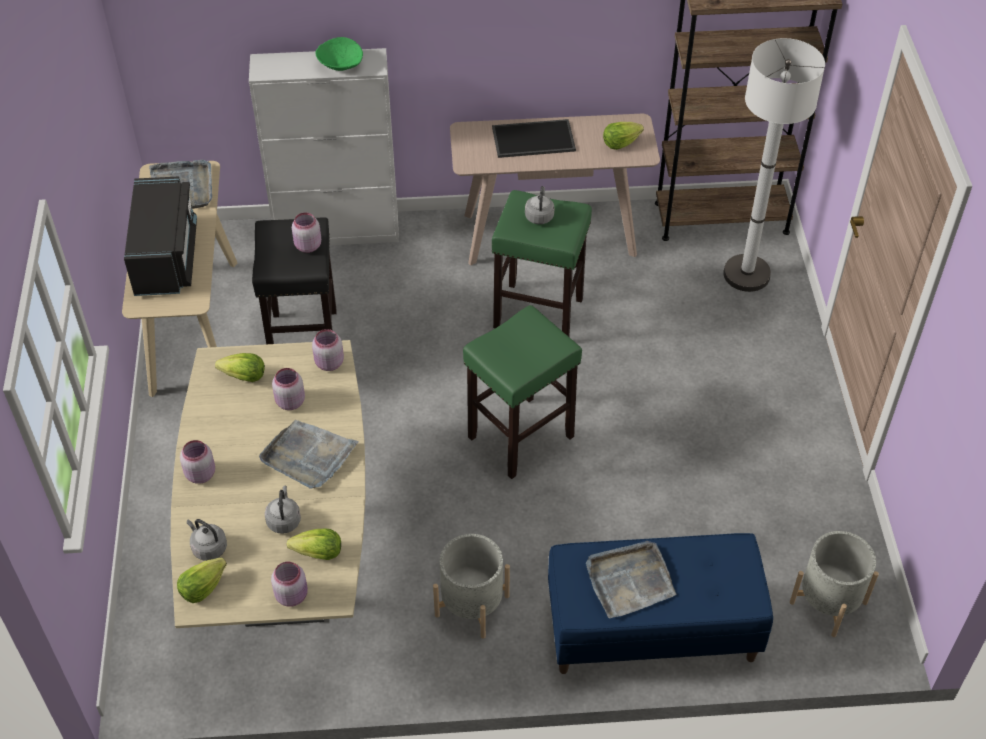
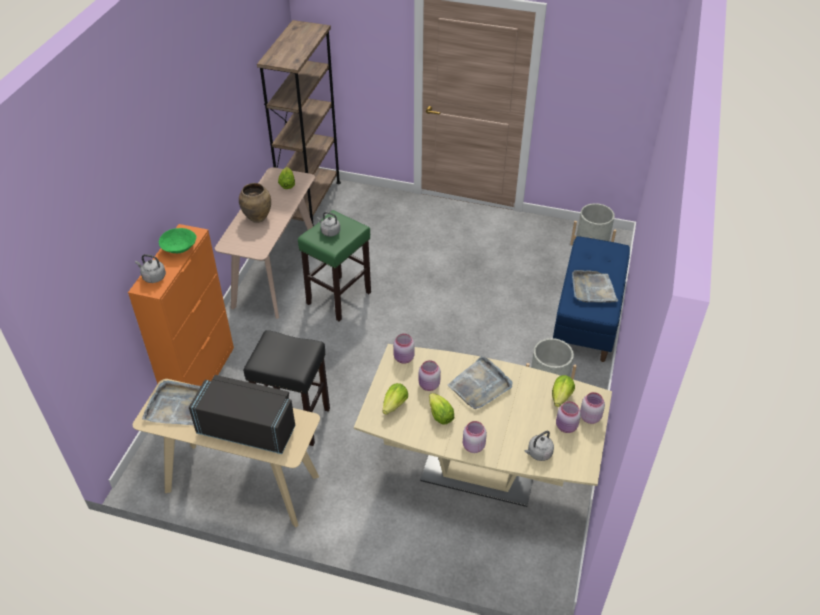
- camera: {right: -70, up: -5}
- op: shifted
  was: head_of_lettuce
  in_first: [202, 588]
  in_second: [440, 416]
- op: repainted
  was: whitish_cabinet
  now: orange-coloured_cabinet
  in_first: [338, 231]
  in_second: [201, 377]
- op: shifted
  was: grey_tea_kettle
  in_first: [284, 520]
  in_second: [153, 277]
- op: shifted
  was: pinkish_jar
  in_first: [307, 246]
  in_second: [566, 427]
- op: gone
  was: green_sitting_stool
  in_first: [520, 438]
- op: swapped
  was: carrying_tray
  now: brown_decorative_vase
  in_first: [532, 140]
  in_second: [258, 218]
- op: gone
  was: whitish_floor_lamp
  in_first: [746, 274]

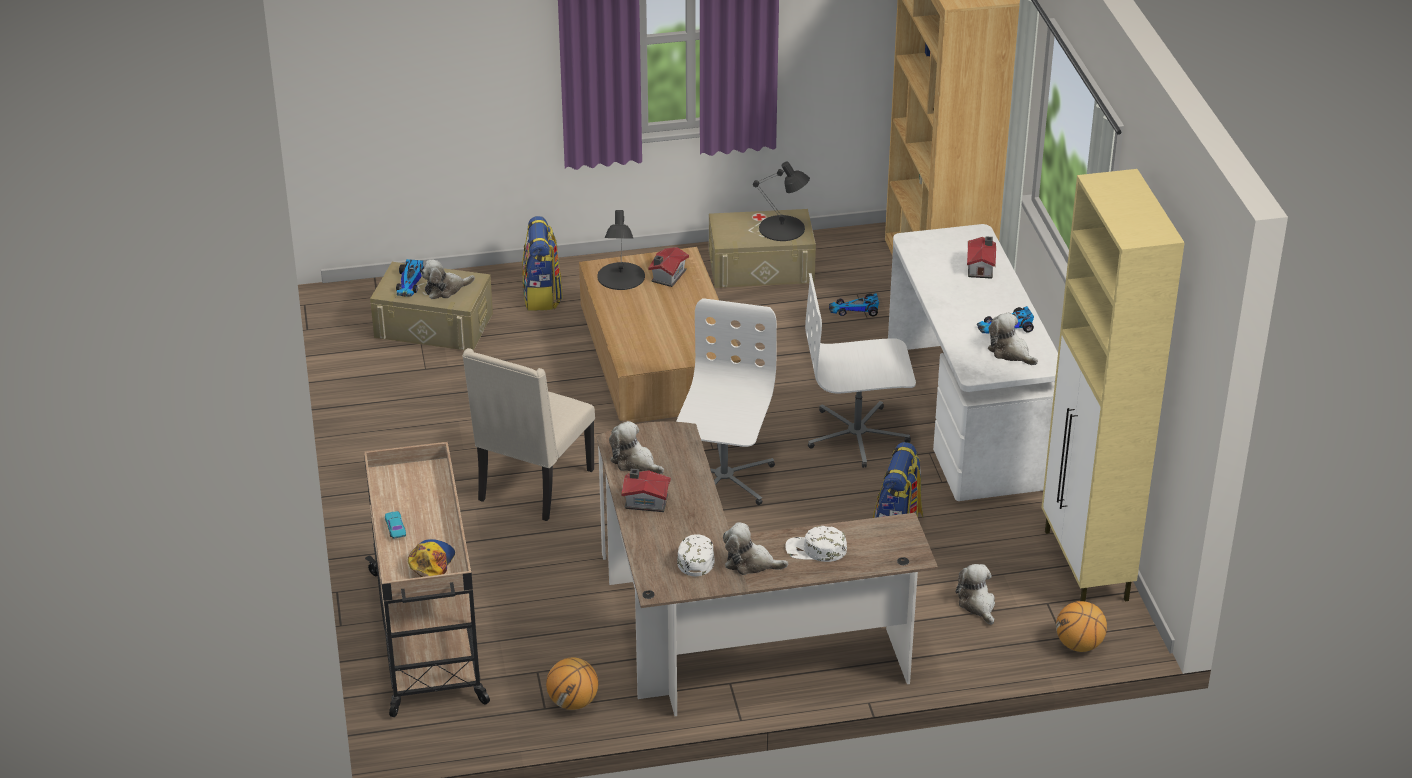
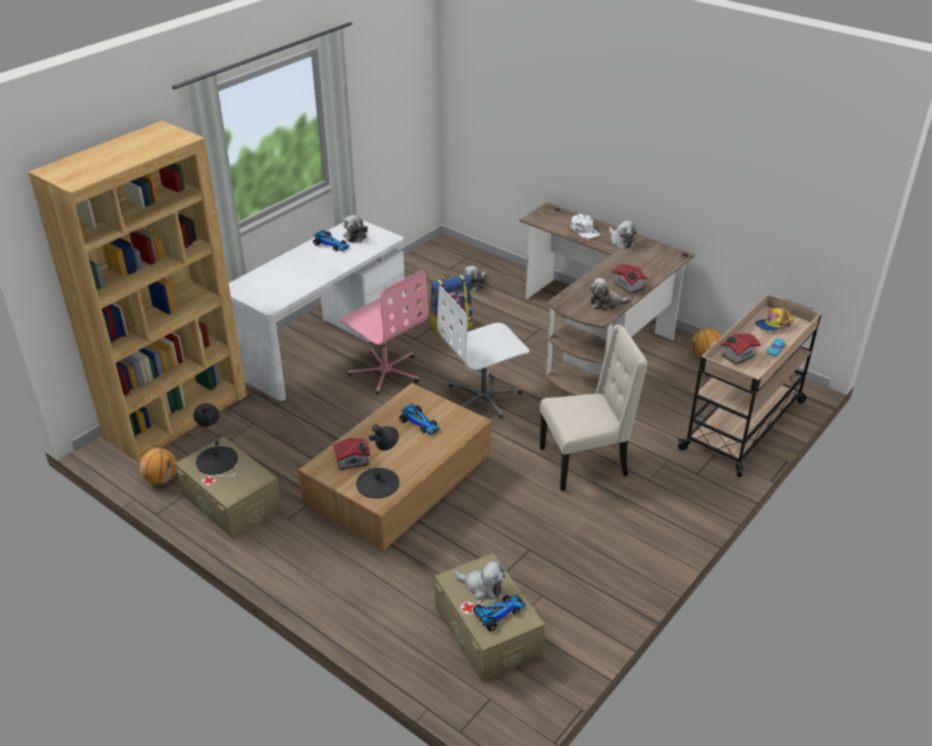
- camera: {right: -130, up: 0}
- op: gone
  was: rucksack
  in_first: [542, 296]
- op: rotated
  was: soft_toy
  in_first: [634, 462]
  in_second: [606, 304]
  clockwise: 90
- op: gone
  was: whitish_baseball_cap
  in_first: [695, 557]
- op: repainted
  was: whitish_desk_chair
  now: pinkish_desk_chair
  in_first: [857, 435]
  in_second: [386, 372]
- op: shifted
  was: toy_car
  in_first: [855, 309]
  in_second: [420, 423]
- op: shifted
  was: miniature_house
  in_first: [981, 267]
  in_second: [737, 355]
- op: gone
  was: beige-coloured_cabinet
  in_first: [1086, 566]
- op: shifted
  was: basketball
  in_first: [1079, 645]
  in_second: [161, 479]

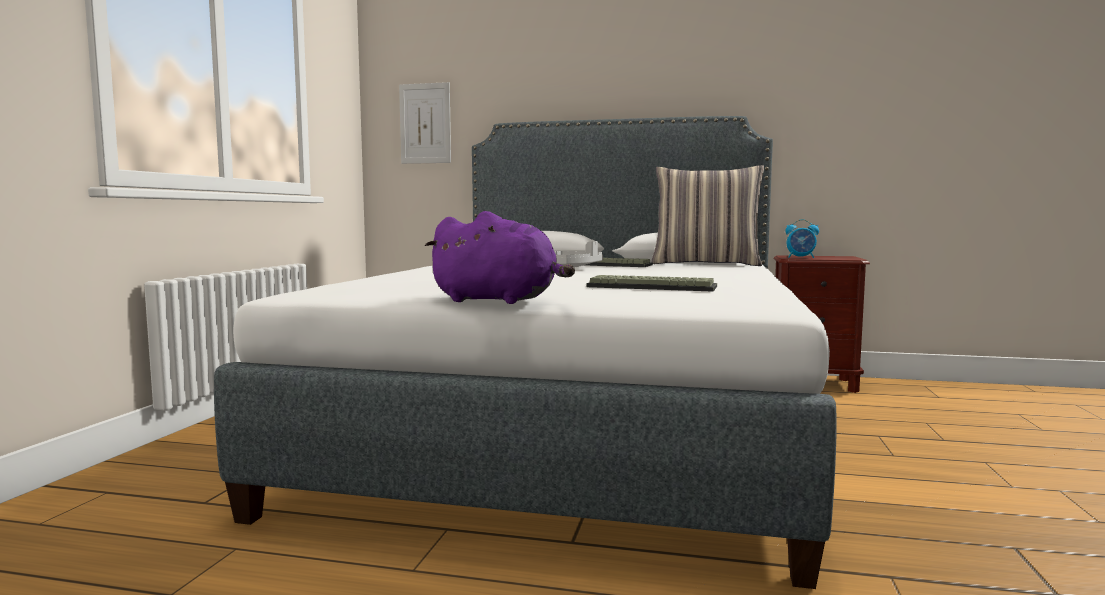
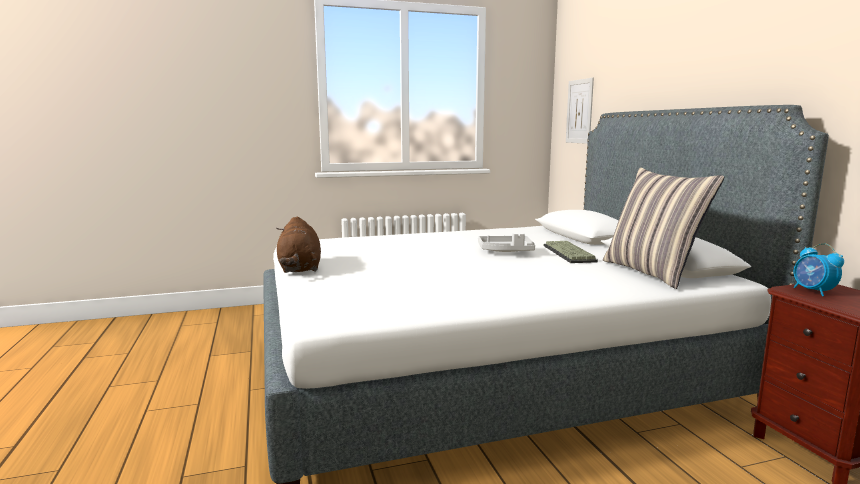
- camera: {right: 60, up: 5}
- op: repainted
  was: purple_soft_toy
  now: brown_soft_toy
  in_first: [499, 300]
  in_second: [300, 269]
- op: gone
  was: PC_keyboard
  in_first: [653, 286]

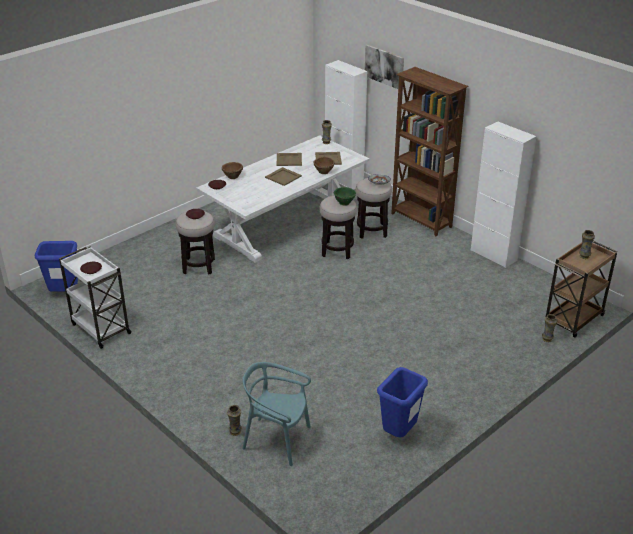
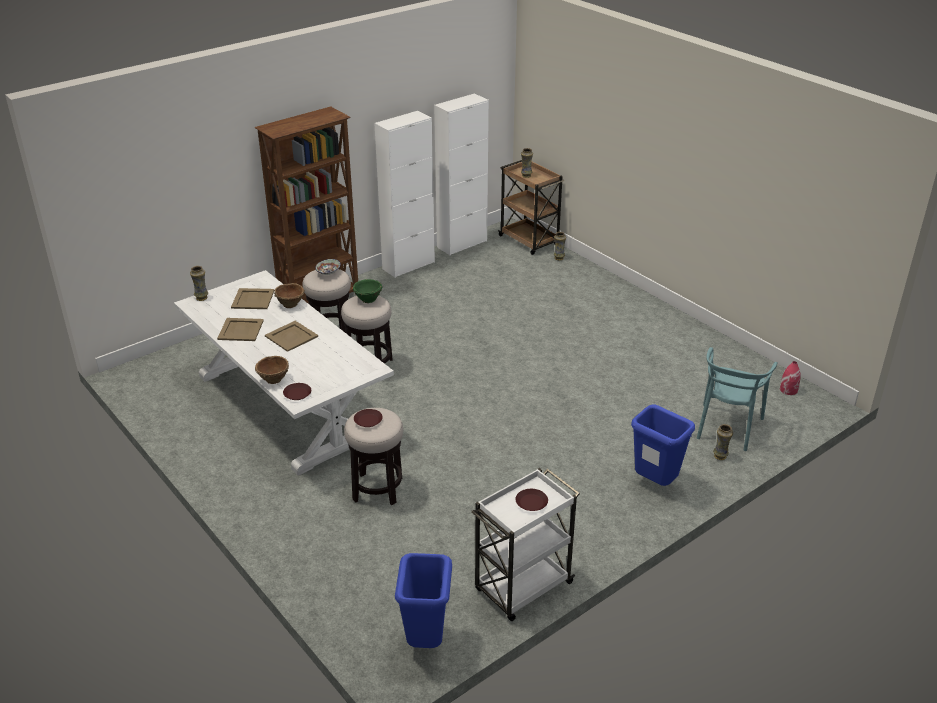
- camera: {right: -85, up: 0}
- op: shifted
  was: whitish_cabinet
  in_first: [343, 180]
  in_second: [462, 244]
- op: gone
  was: picture
  in_first: [384, 66]
- op: shifted
  was: blue-coloured_waste_bin
  in_first: [398, 434]
  in_second: [655, 484]
- op: new
  now: reddish_decorative_vase
  in_second: [788, 390]

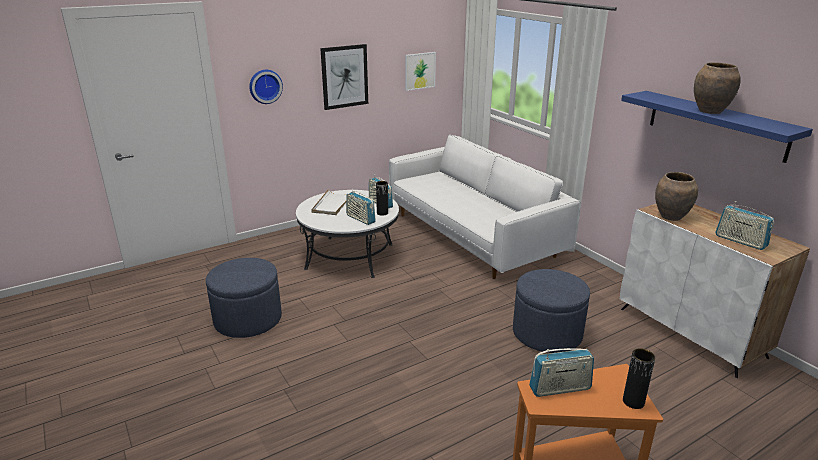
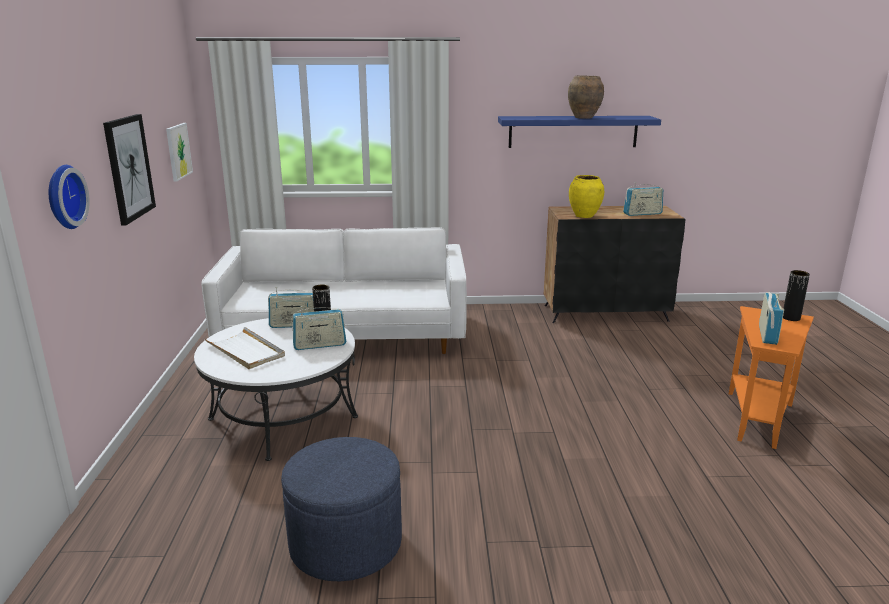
- camera: {right: -60, up: -5}
- op: gone
  was: blue-coloured_footrest
  in_first: [547, 333]
- op: repainted
  was: whitish_cabinet
  now: black_cabinet
  in_first: [691, 332]
  in_second: [605, 313]
- op: repainted
  was: brown_decorative_vase
  now: yellow-coloured_decorative_vase
  in_first: [671, 217]
  in_second: [584, 216]

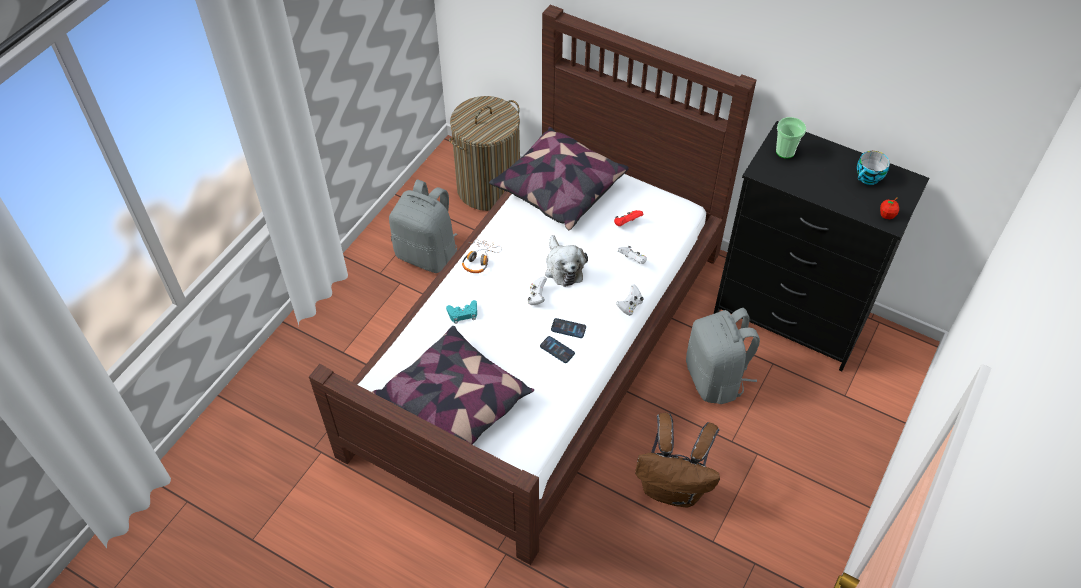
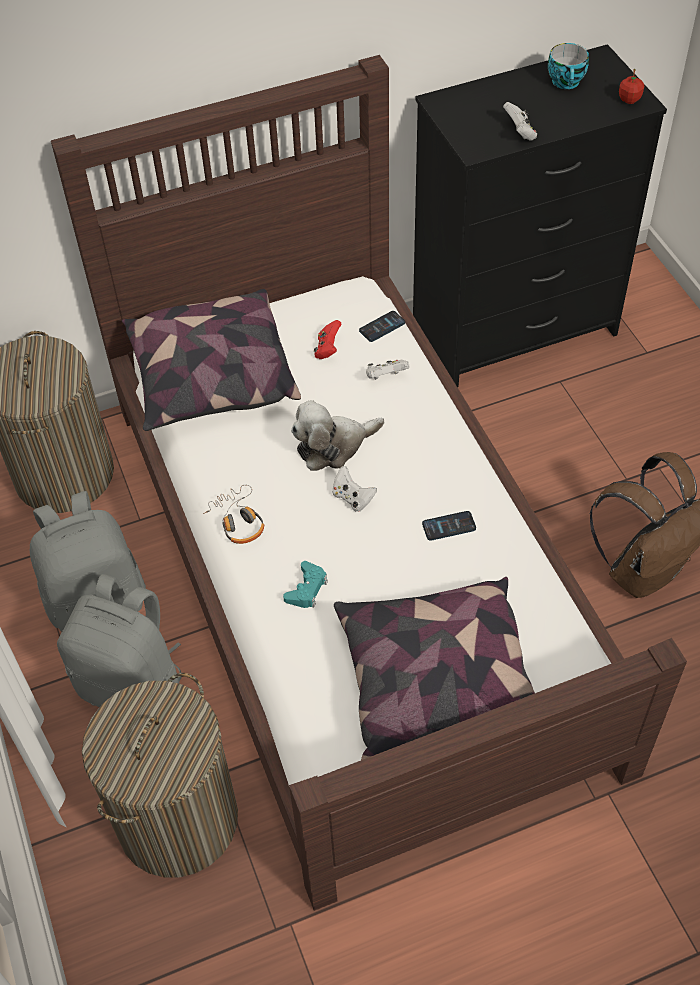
- camera: {right: -50, up: 0}
- op: rotated
  was: soft_toy
  in_first: [563, 267]
  in_second: [333, 446]
  clockwise: 135
- op: shifted
  was: phone
  in_first: [568, 328]
  in_second: [382, 327]
- op: shifted
  was: whitish_gamepad
  in_first: [630, 306]
  in_second: [520, 133]
- op: shifted
  was: grey_rucksack
  in_first: [716, 378]
  in_second: [133, 684]
- op: gone
  was: small_cup
  in_first: [785, 151]
- op: new
  now: laundry_basket
  in_second: [178, 818]

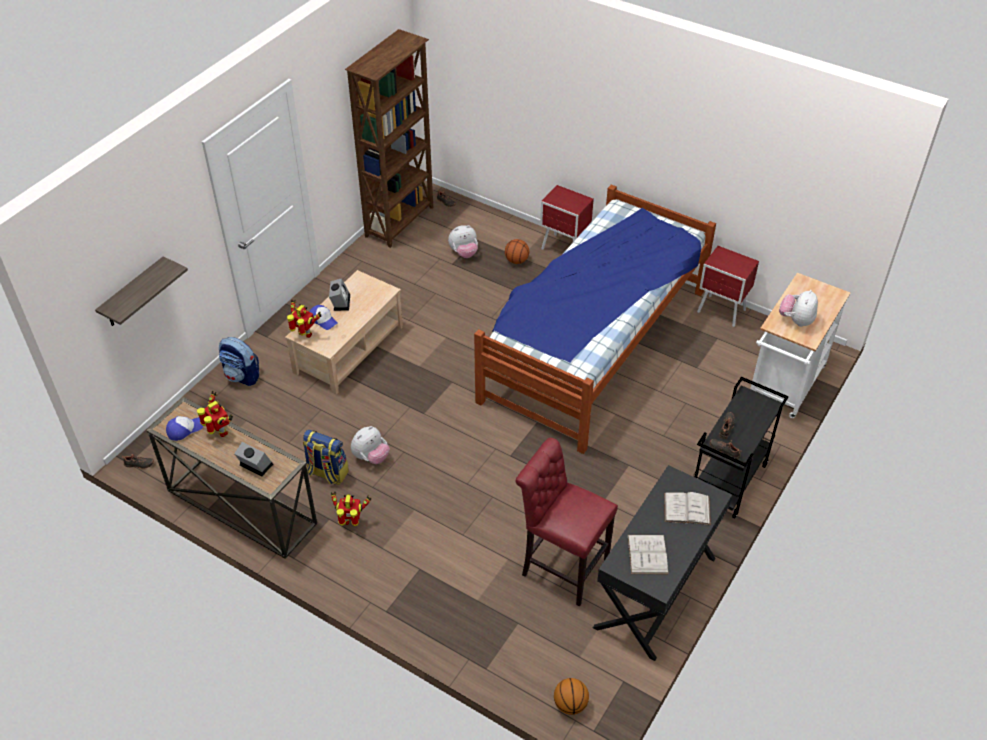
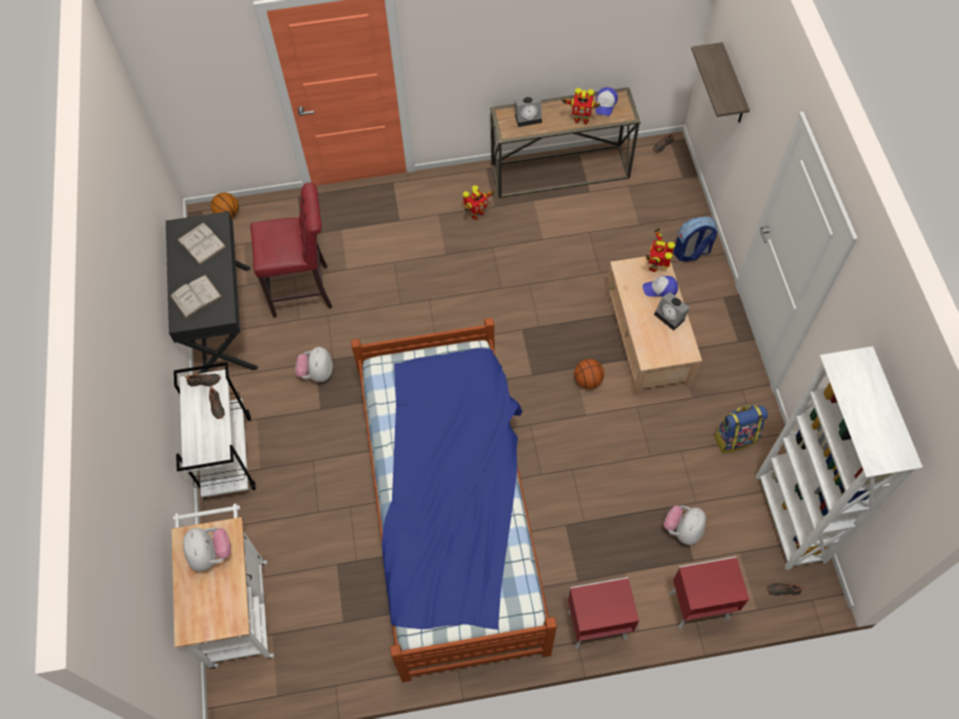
- camera: {right: 140, up: 15}
- op: rotated
  was: robot_figure
  in_first: [305, 335]
  in_second: [655, 265]
  clockwise: 120
- op: shifted
  was: rucksack
  in_first: [327, 473]
  in_second: [735, 438]
- op: repainted
  was: brown_shelving_unit
  now: whitish_shelving_unit
  in_first: [400, 222]
  in_second: [789, 519]
- op: shifted
  was: soft_toy
  in_first: [371, 457]
  in_second: [317, 373]
- op: shifted
  was: basketball
  in_first: [516, 260]
  in_second: [588, 380]
- op: repainted
  was: black_wheeled_cart
  now: whitish_wheeled_cart
  in_first: [728, 482]
  in_second: [227, 455]
- op: shifted
  was: reddish_nightstand
  in_first: [722, 312]
  in_second: [697, 605]

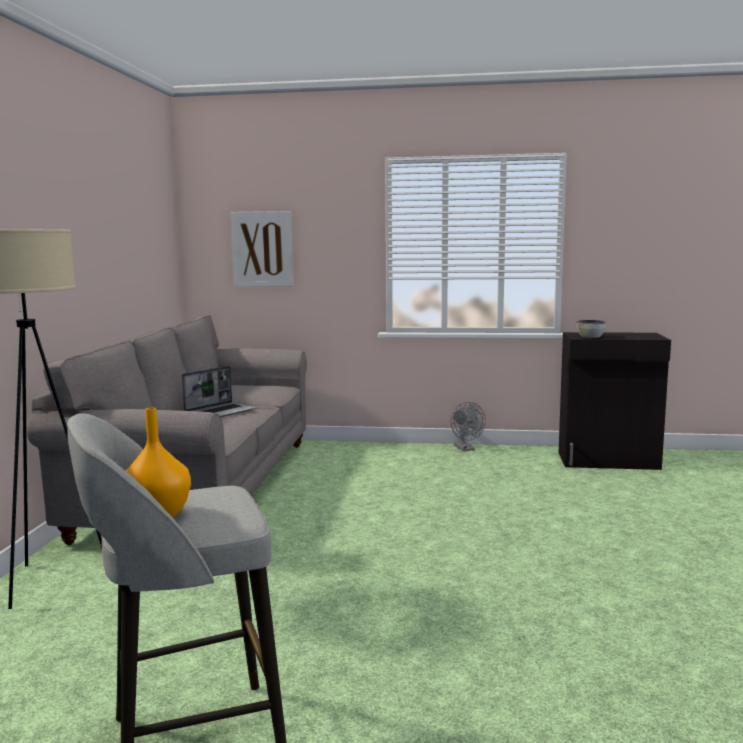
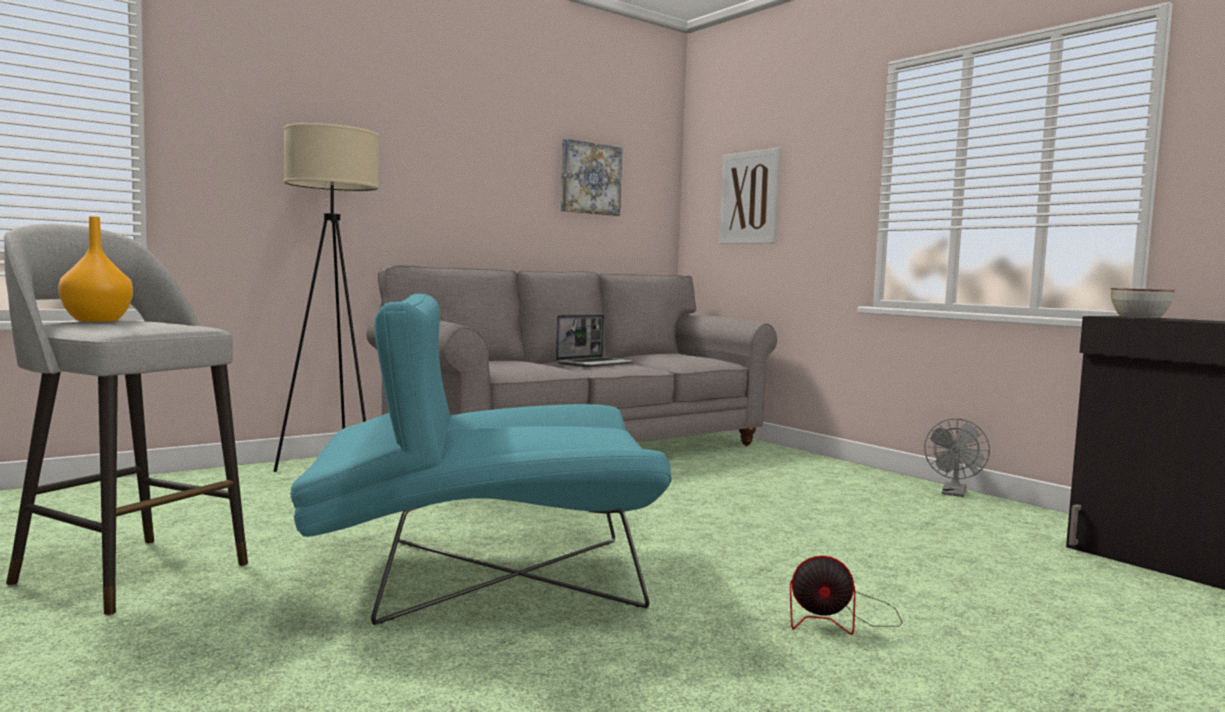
- camera: {right: 45, up: -5}
- op: rotated
  was: laptop
  in_first: [220, 412]
  in_second: [595, 364]
  clockwise: -45
- op: new
  now: blue-green_armchair
  in_second: [483, 576]
- op: new
  now: picture
  in_second: [590, 178]
- op: new
  now: electric_fan
  in_second: [839, 619]

